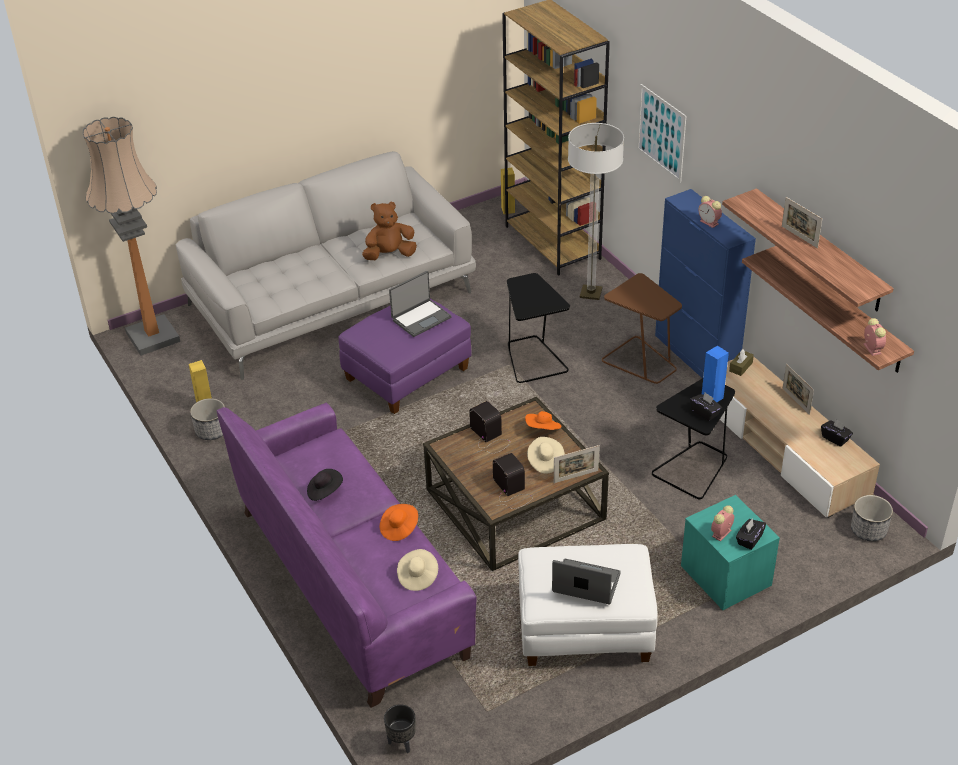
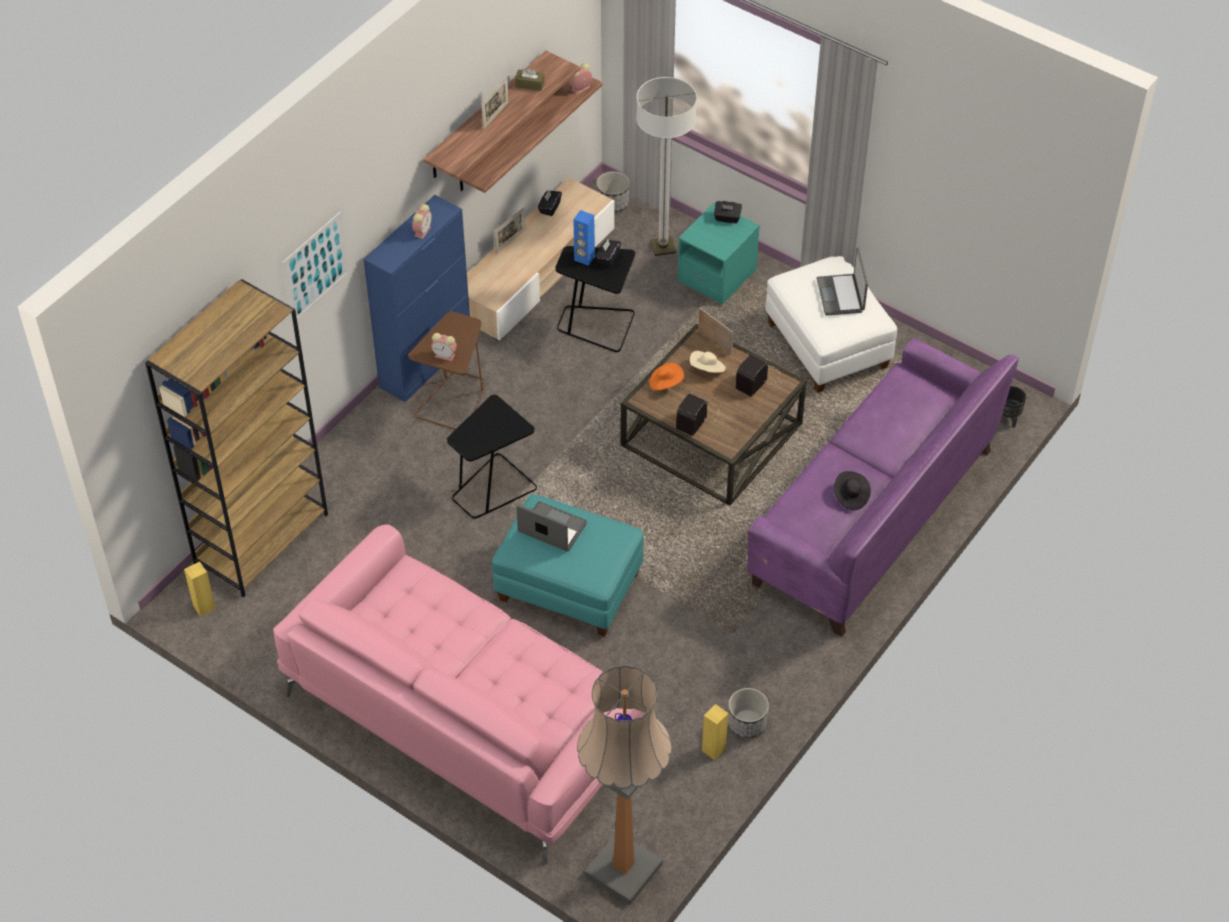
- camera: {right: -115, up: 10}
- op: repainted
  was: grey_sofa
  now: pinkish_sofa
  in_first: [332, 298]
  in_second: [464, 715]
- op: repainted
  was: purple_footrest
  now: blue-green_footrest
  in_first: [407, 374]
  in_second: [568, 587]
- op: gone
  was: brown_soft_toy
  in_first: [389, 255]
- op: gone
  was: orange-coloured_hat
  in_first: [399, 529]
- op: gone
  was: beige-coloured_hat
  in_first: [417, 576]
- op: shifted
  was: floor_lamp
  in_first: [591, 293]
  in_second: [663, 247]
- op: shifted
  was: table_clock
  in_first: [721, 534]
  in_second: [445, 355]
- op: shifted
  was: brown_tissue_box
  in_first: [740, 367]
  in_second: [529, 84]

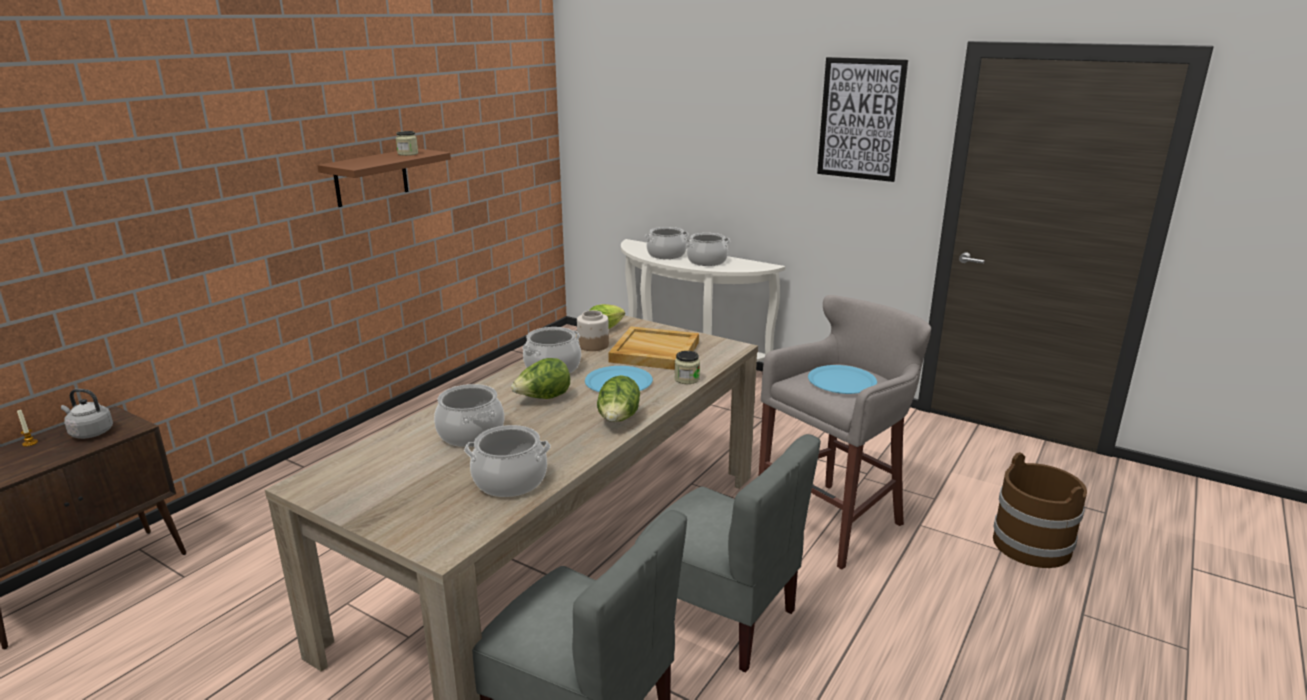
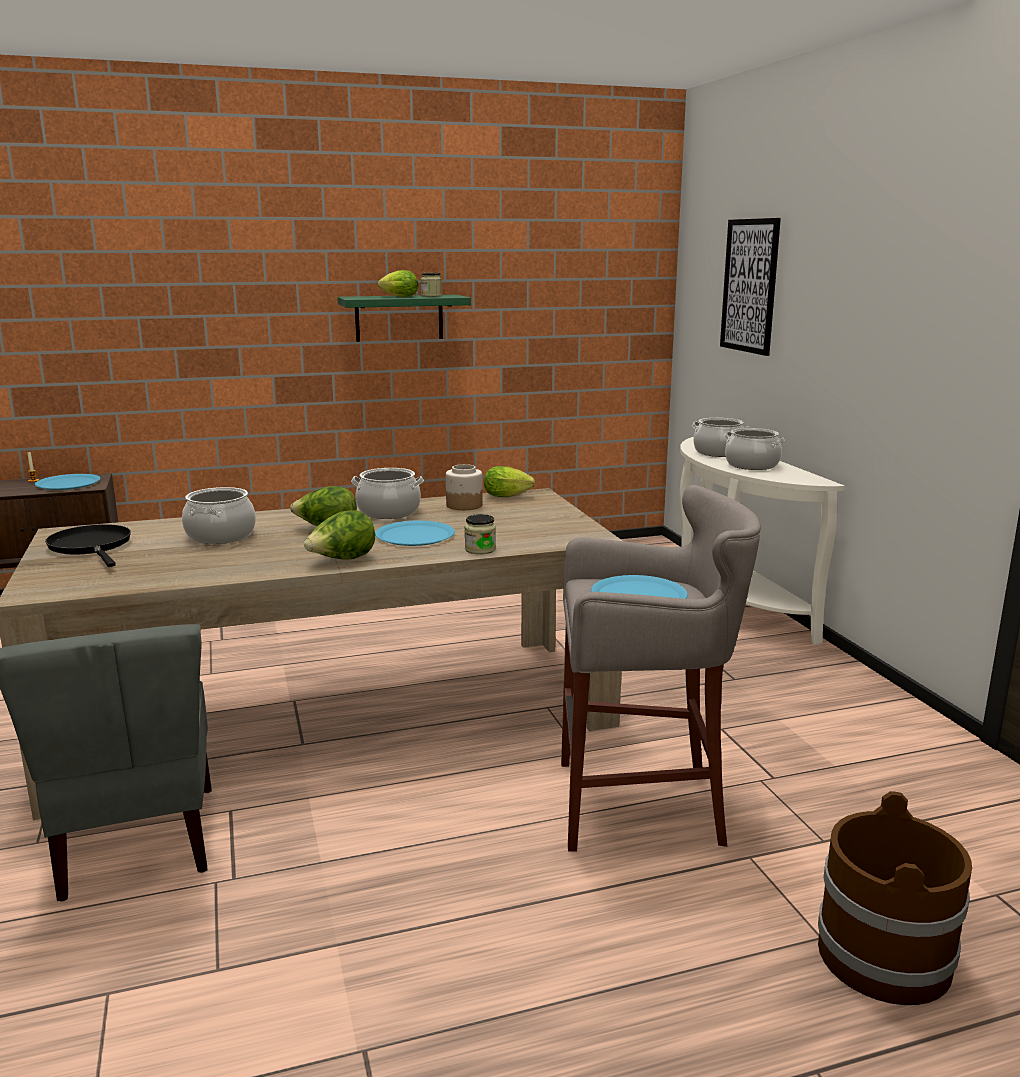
- camera: {right: 40, up: -5}
- op: swapped
  was: grey_tea_kettle
  now: blue-coloured_flat_dish
  in_first: [90, 433]
  in_second: [68, 483]
- op: repainted
  was: brown_bracket_shelf
  now: green_bracket_shelf
  in_first: [371, 177]
  in_second: [399, 318]
- op: gone
  was: cooking_pot
  in_first: [510, 481]
- op: gone
  was: beige-coloured_carrying_tray
  in_first: [654, 352]
- op: gone
  was: grey_upright_chair
  in_first: [720, 618]
- op: shifted
  was: picture
  in_first: [861, 119]
  in_second: [750, 286]
- op: new
  now: black_pan
  in_second: [91, 546]
- op: new
  now: head_of_lettuce
  in_second: [397, 297]

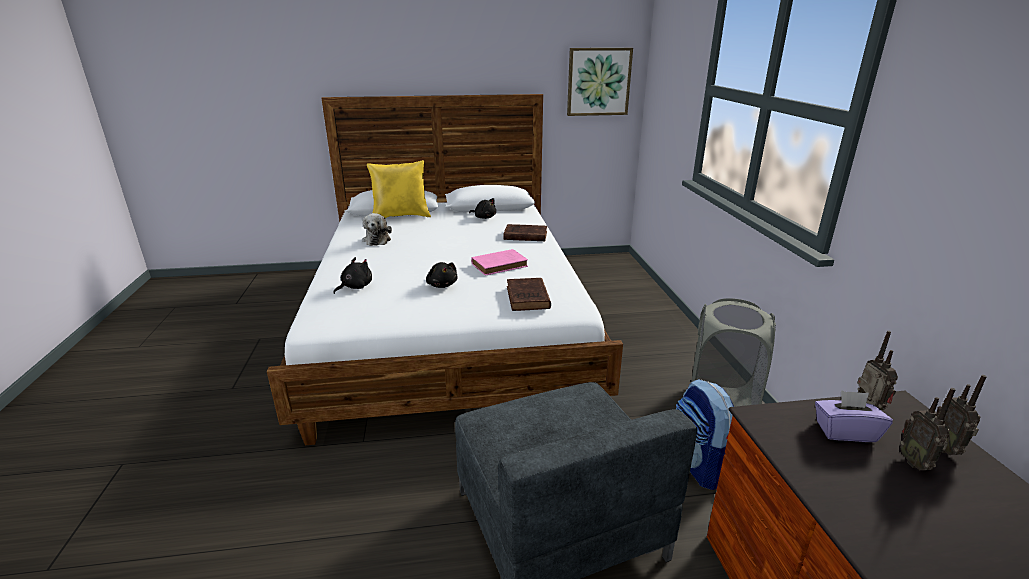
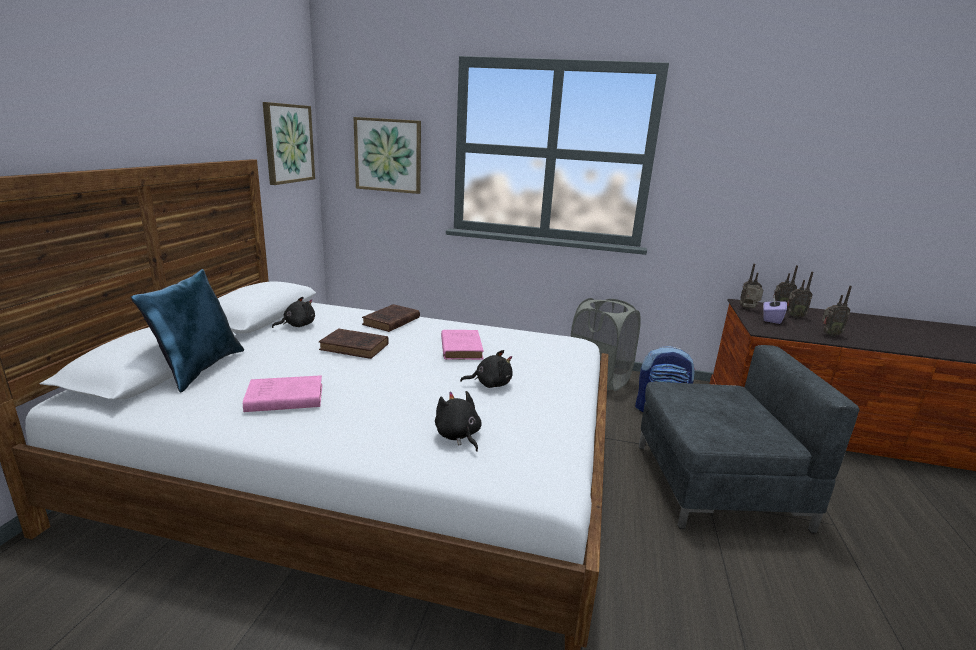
- camera: {right: -70, up: -5}
- op: swapped
  was: soft_toy
  now: pinkish_bound_book
  in_first: [377, 240]
  in_second: [282, 398]
- op: repainted
  was: yellow-coloured_throw_pillow
  now: blue-coloured_throw_pillow
  in_first: [401, 216]
  in_second: [199, 368]
- op: shifted
  was: brown_bound_book
  in_first: [528, 298]
  in_second: [356, 347]
- op: new
  now: picture
  in_second: [388, 155]
- op: new
  now: radio_set
  in_second: [829, 334]

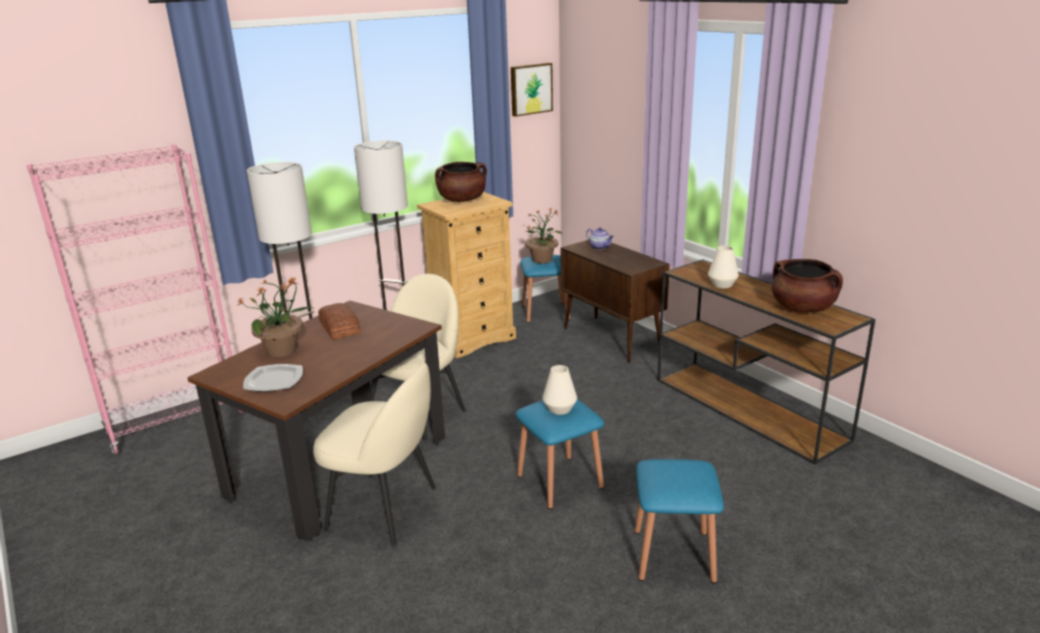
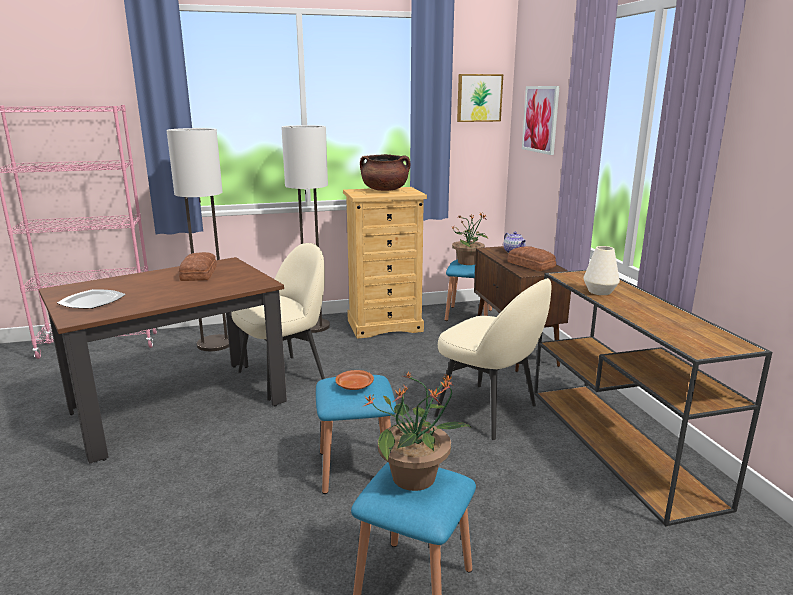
- camera: {right: 20, up: -5}
- op: shifted
  was: potted_plant
  in_first: [283, 350]
  in_second: [415, 477]
- op: shifted
  was: beige-coloured_upright_chair
  in_first: [385, 509]
  in_second: [488, 411]
- op: swapped
  was: whitish_decorative_vase
  now: brown_flat_dish
  in_first: [559, 409]
  in_second: [354, 386]
- op: gone
  was: brown_cooking_pot
  in_first: [802, 308]
- op: new
  now: baked_bread
  in_second: [531, 265]
- op: new
  now: picture
  in_second: [540, 119]

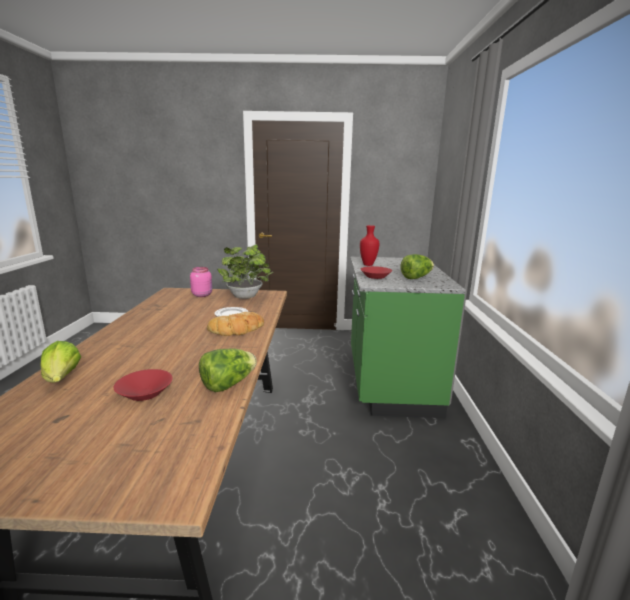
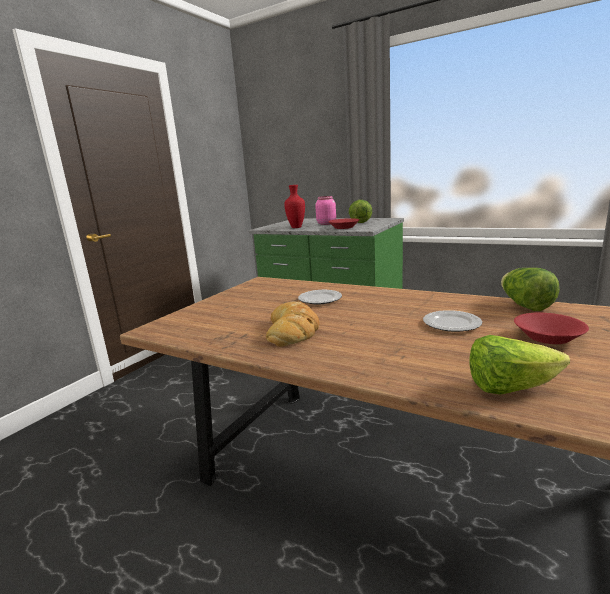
- camera: {right: -60, up: 0}
- op: shifted
  was: pinkish_jar
  in_first: [202, 295]
  in_second: [326, 224]
- op: shifted
  was: baked_bread
  in_first: [237, 329]
  in_second: [293, 330]
- op: gone
  was: potted_plant
  in_first: [246, 297]
- op: new
  now: flat_dish
  in_second: [451, 324]

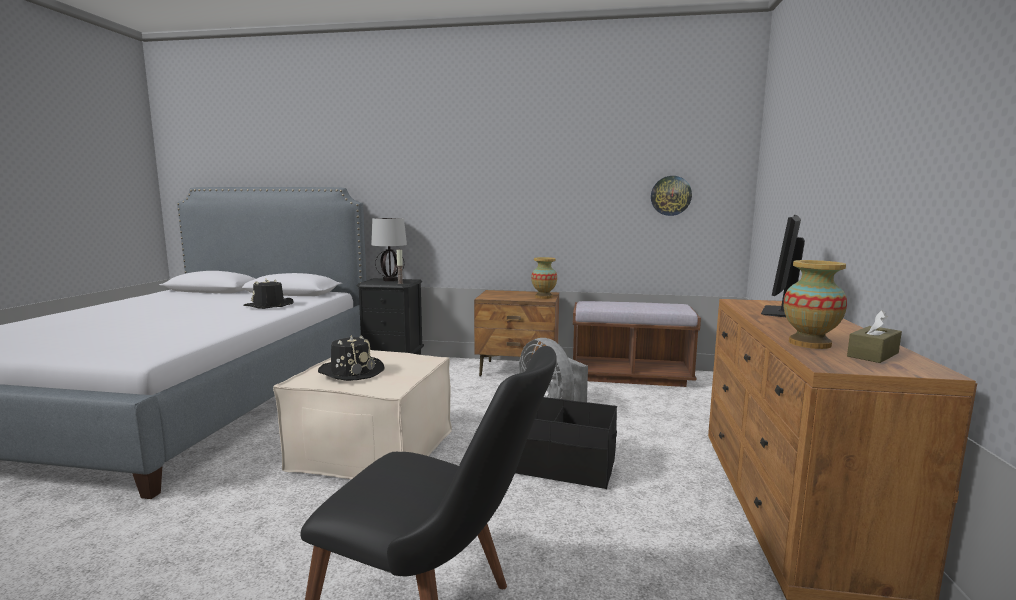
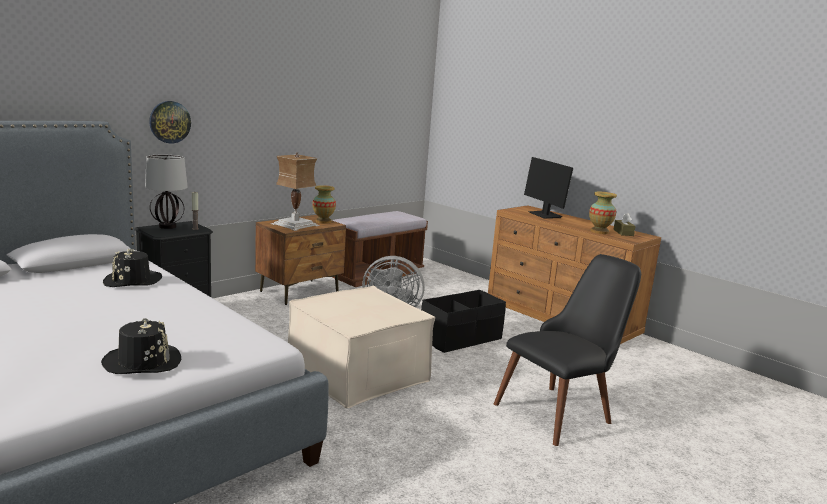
- camera: {right: -55, up: 5}
- op: shifted
  was: black_hat
  in_first: [351, 371]
  in_second: [142, 362]
- op: shifted
  was: clock_on_the_wall
  in_first: [670, 195]
  in_second: [170, 122]
- op: new
  now: table_lamp
  in_second: [295, 224]

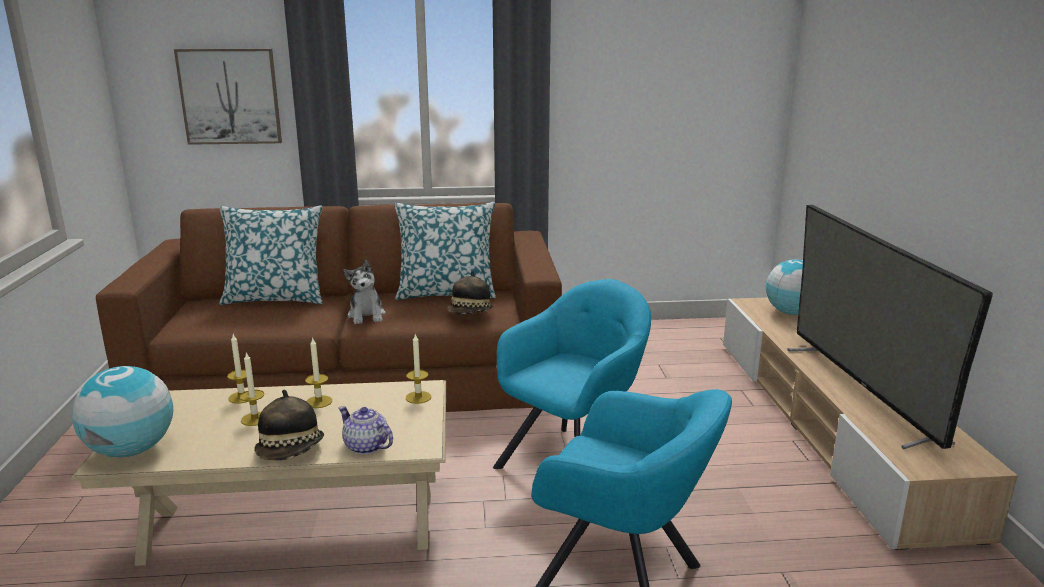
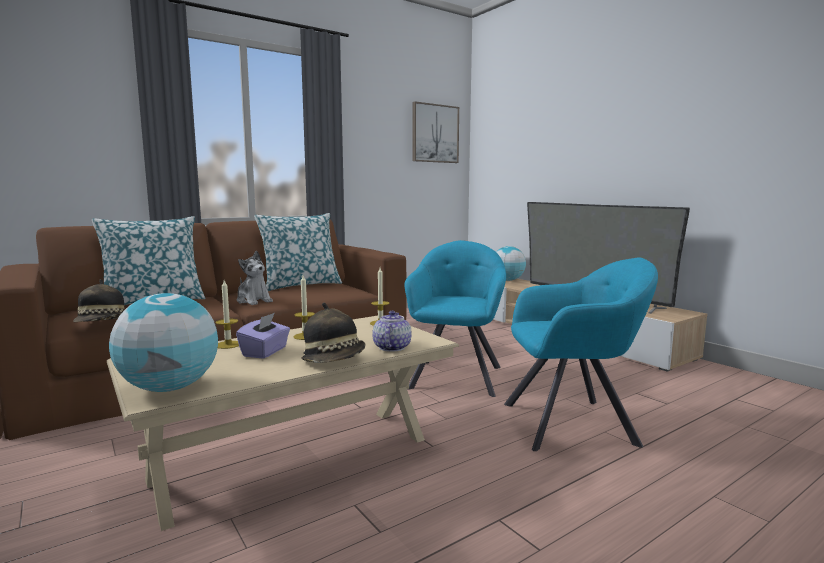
- camera: {right: -30, up: -10}
- op: shifted
  was: picture
  in_first: [230, 96]
  in_second: [435, 133]
- op: swapped
  was: candle
  now: purple_tissue_box
  in_first: [255, 419]
  in_second: [265, 352]
- op: rotated
  was: tea_pot
  in_first: [366, 447]
  in_second: [391, 347]
  clockwise: 90
- op: shifted
  was: hat
  in_first: [470, 314]
  in_second: [103, 324]

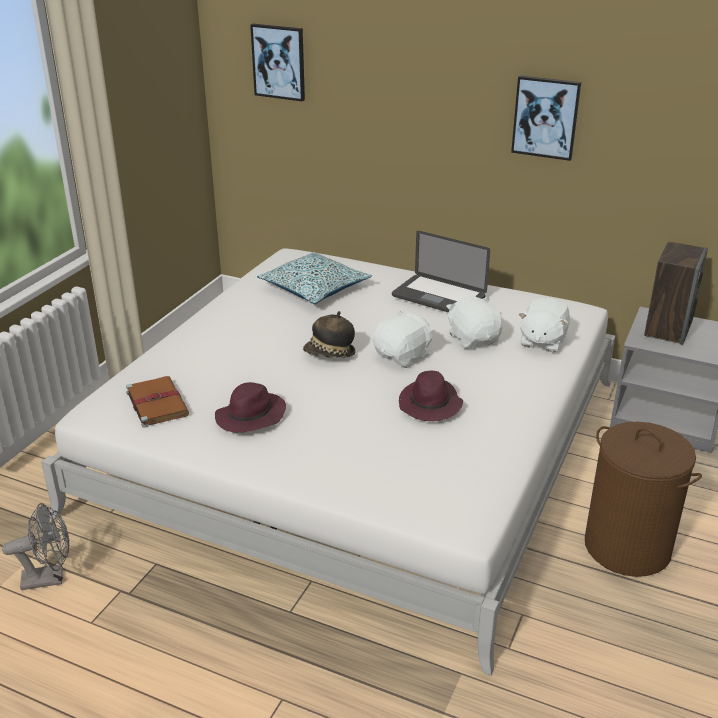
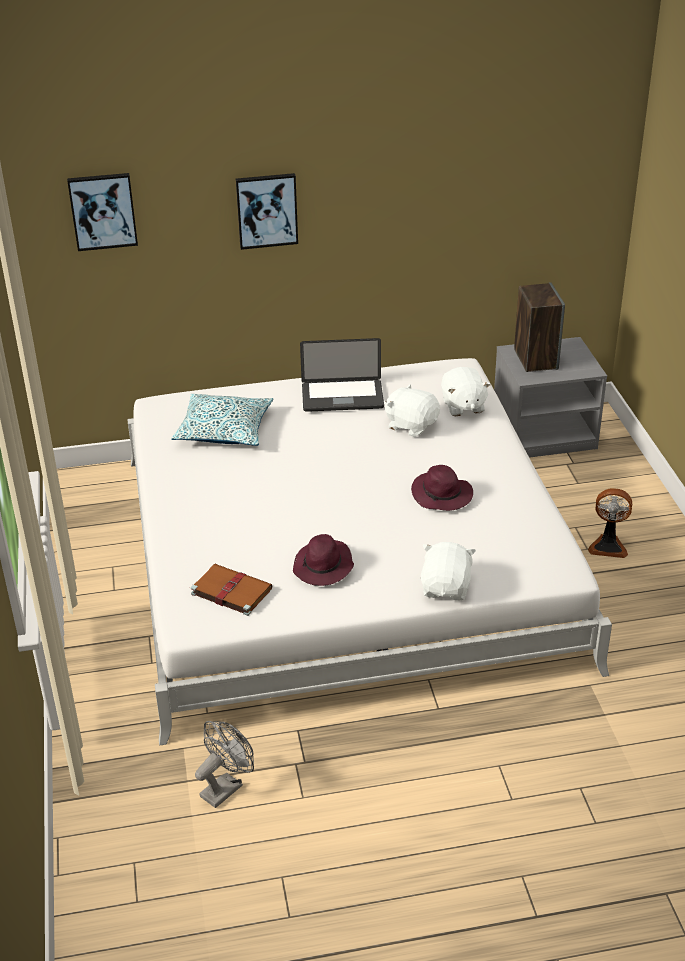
- camera: {right: -35, up: 5}
- op: gone
  was: hat
  in_first: [330, 354]
- op: shifted
  was: whitish_soft_toy
  in_first: [403, 356]
  in_second: [446, 588]
- op: shifted
  was: picture
  in_first: [546, 117]
  in_second: [267, 210]
- op: swapped
  was: brown_laundry_basket
  now: electric_fan
  in_first: [628, 547]
  in_second: [608, 546]

